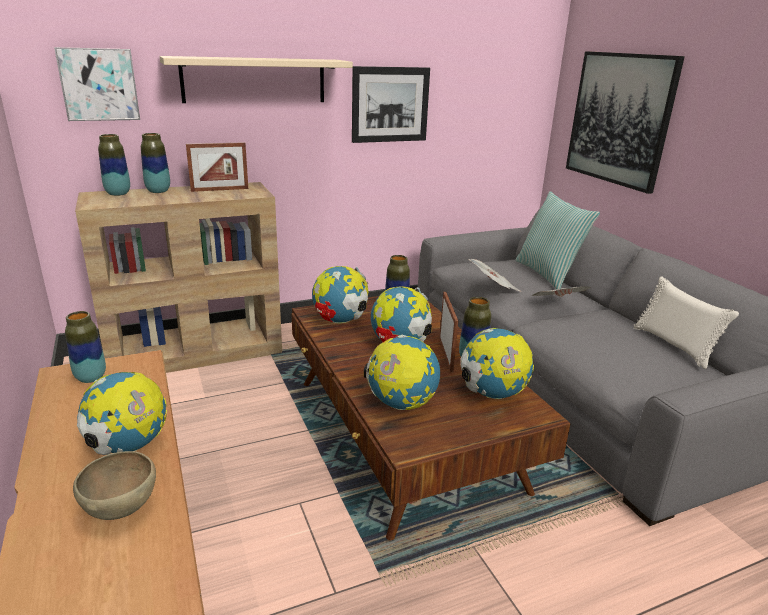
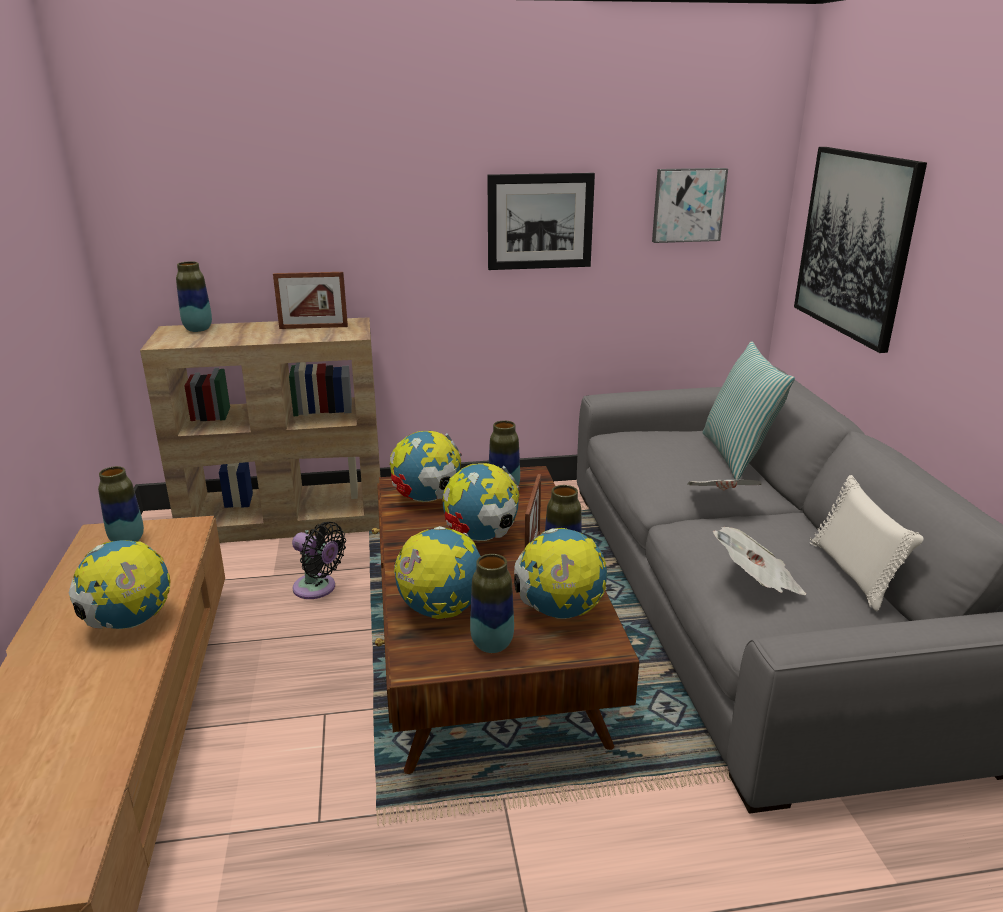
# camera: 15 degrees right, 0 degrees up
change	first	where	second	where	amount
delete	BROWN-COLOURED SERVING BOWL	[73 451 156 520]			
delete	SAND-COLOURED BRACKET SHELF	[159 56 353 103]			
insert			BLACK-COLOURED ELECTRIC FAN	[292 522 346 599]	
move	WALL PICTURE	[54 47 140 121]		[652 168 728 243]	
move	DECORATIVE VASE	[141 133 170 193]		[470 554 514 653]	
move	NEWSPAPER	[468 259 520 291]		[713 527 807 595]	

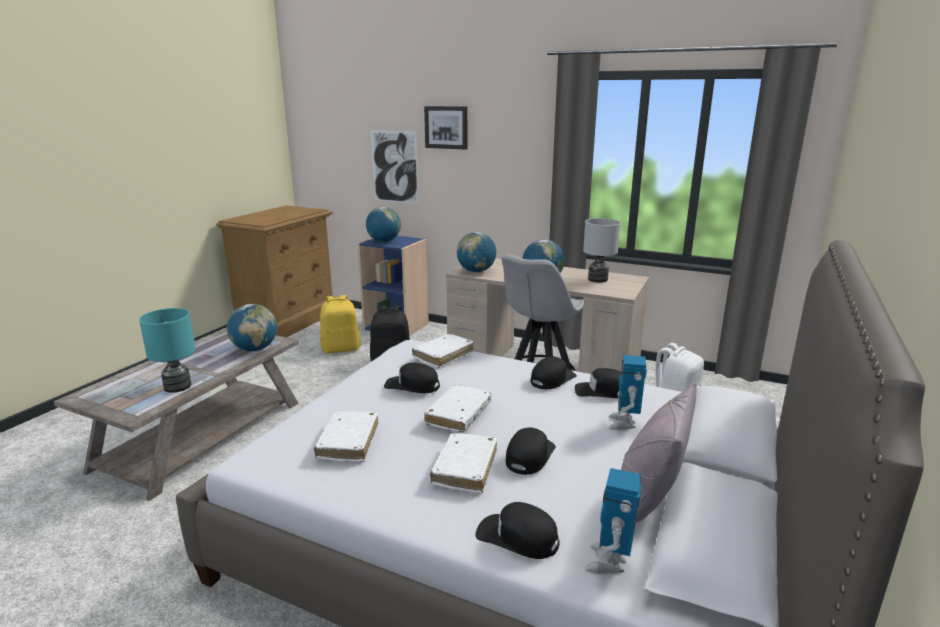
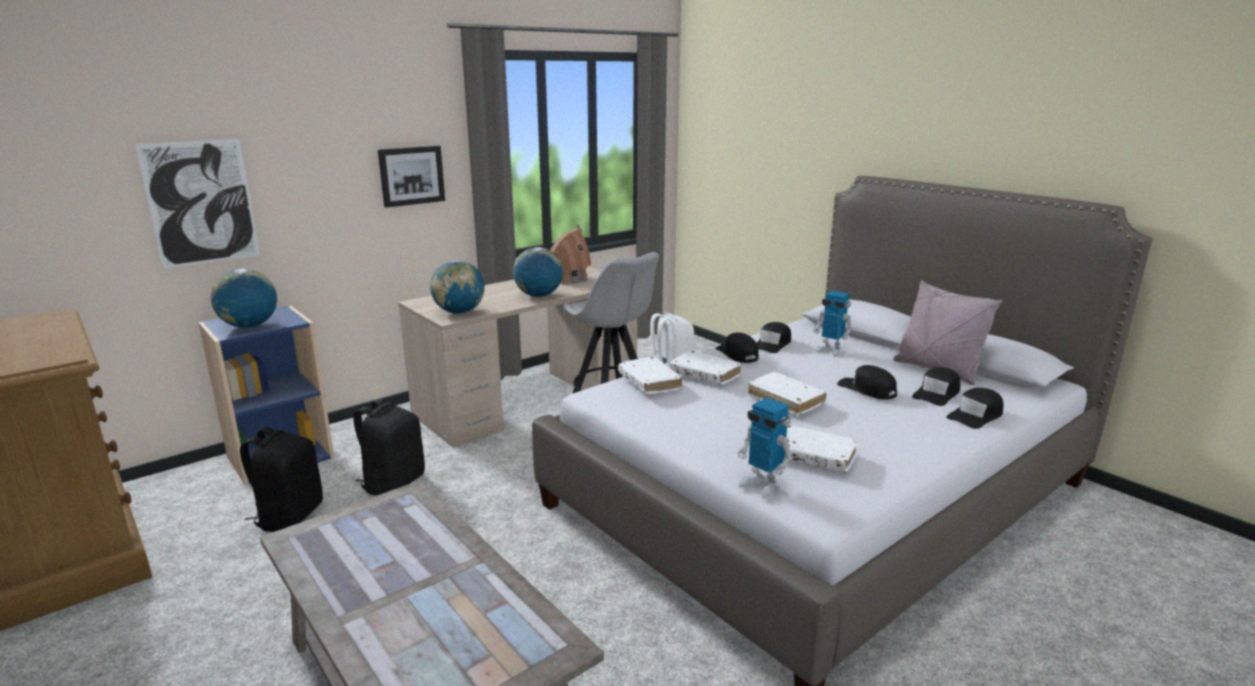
# camera: 65 degrees left, 0 degrees up
change	first	where	second	where	amount
delete	BLUE-GREEN TABLETOP LAMP	[139 308 196 393]			
delete	GLOBE	[227 304 277 351]			
move	BLACK-COLOURED BASEBALL CAP	[384 363 440 393]		[912 367 961 406]	
move	WALL PICTURE	[424 106 467 149]		[378 146 445 208]	
move	WHITE BOOK	[430 433 497 493]		[670 351 741 385]	
move	MODEL ROBOT	[585 468 641 574]		[738 397 792 499]	
replace	GRAY TABLETOP LAMP	[583 218 621 282]	MINIATURE HOUSE	[550 224 591 285]	
recolor	YELLOW RUCKSACK	[320 295 361 353]	BLACK-COLOURED RUCKSACK	[240 427 323 532]	

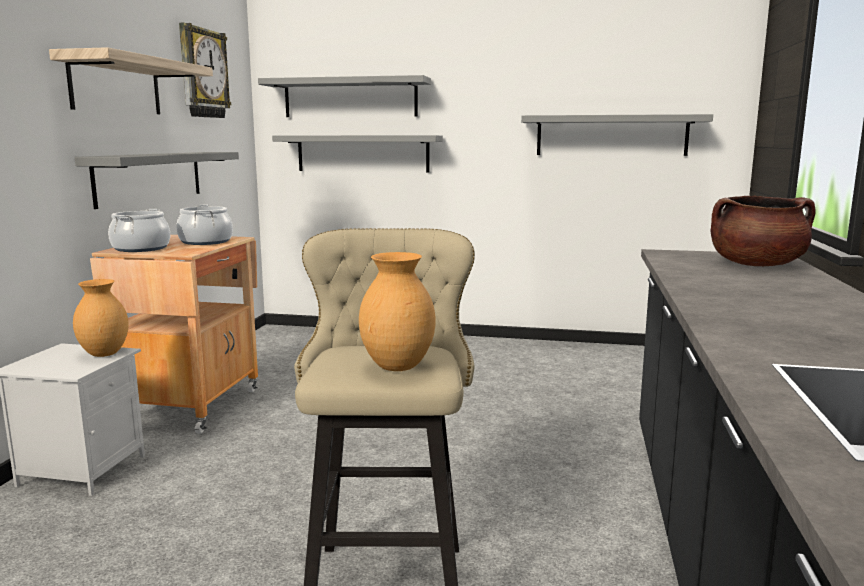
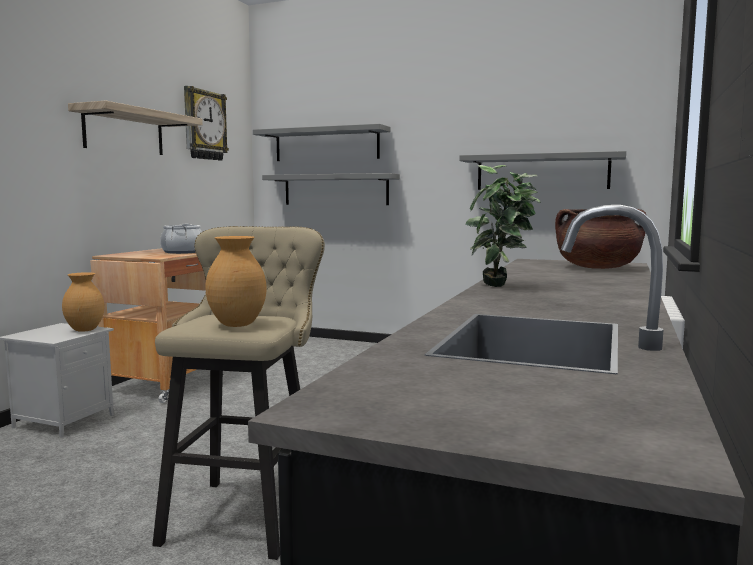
# camera: 10 degrees right, 5 degrees down
change	first	where	second	where	amount
delete	GRAY BRACKET SHELF	[75 152 239 209]			
delete	SAUCEPOT	[108 209 170 252]			
insert			POTTED PLANT	[465 165 541 287]	

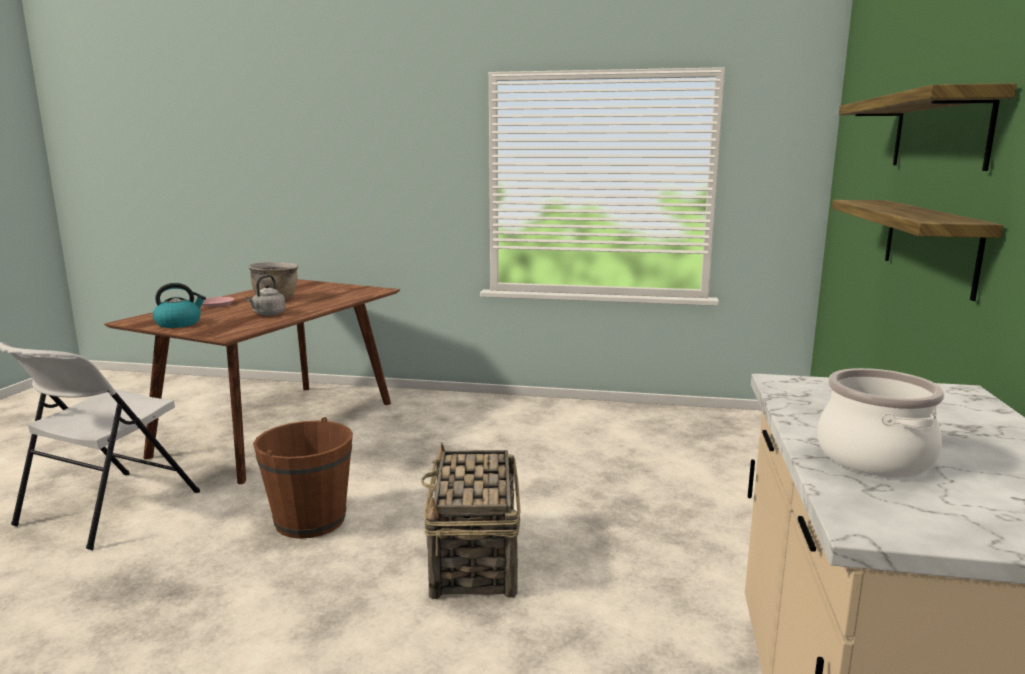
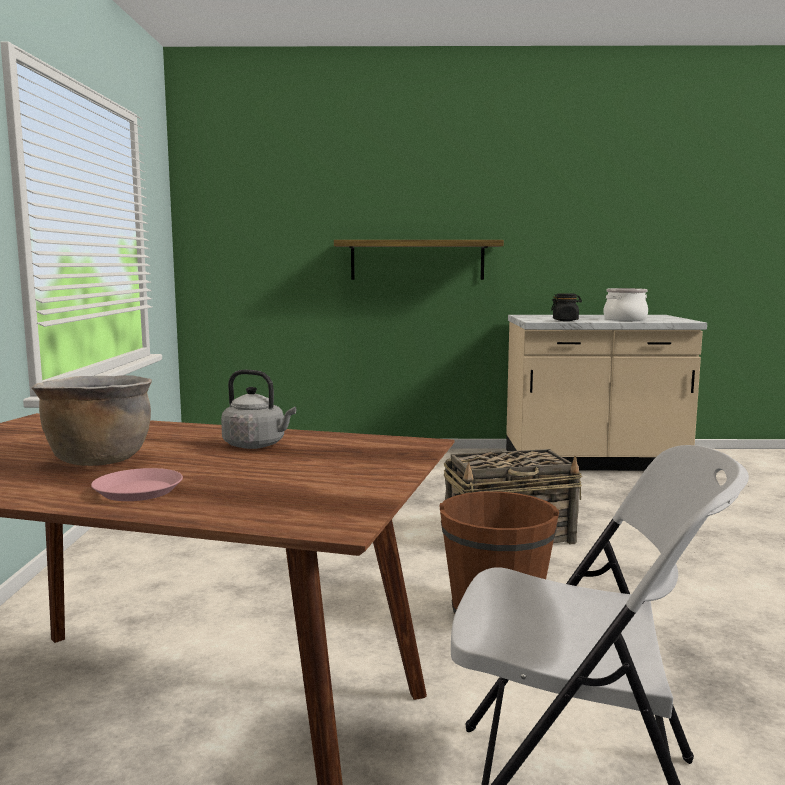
# camera: 100 degrees left, 5 degrees down
change	first	where	second	where	amount
delete	KETTLE	[152 283 206 328]			
delete	BRACKET SHELF	[839 83 1017 171]			
insert			BLACK-COLOURED PRESERVE JAR	[551 293 582 321]	

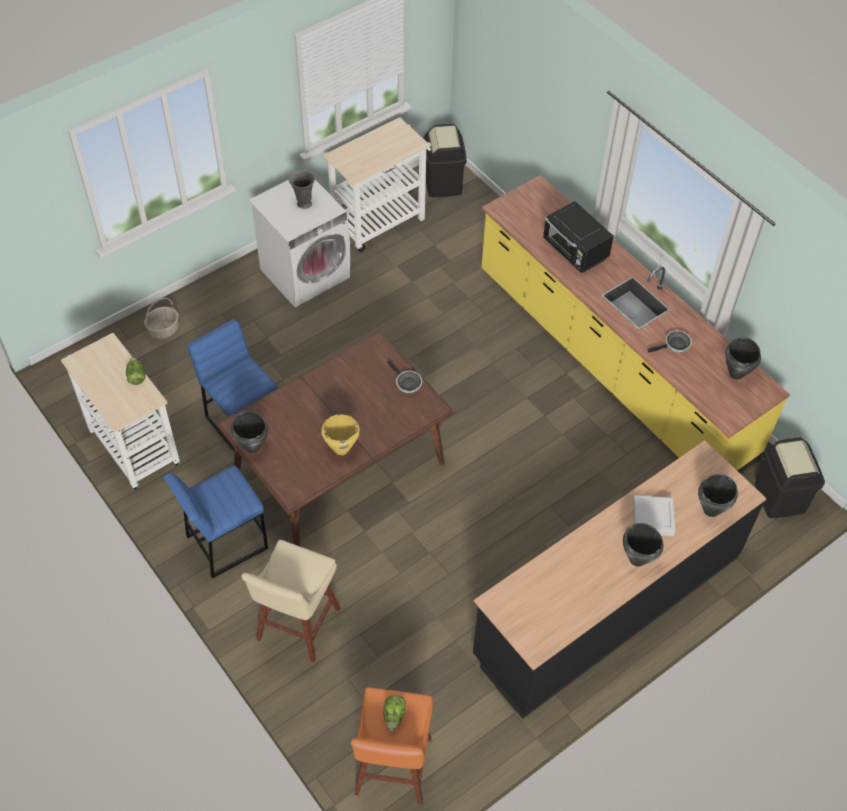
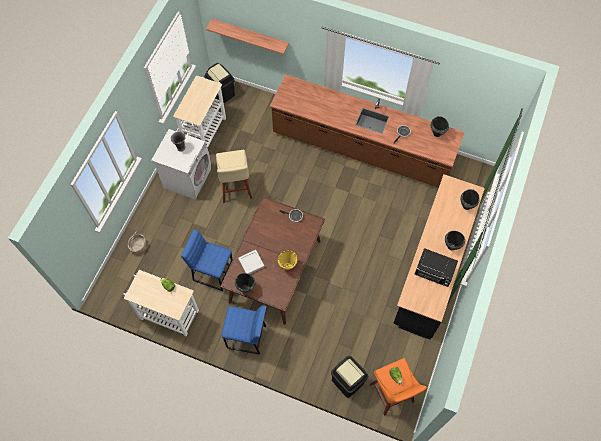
# camera: 30 degrees left, 10 degrees up
change	first	where	second	where	amount
insert			BRACKET SHELF	[206 19 289 55]	
move	SAND-COLOURED SITTING STOOL	[241 540 340 662]		[216 150 252 203]	
move	BLACK-COLOURED MICROWAVE OVEN	[543 201 614 273]		[414 248 458 287]	
move	GRAY TRAY	[633 495 675 536]		[238 250 265 274]	
move	BLACK-COLOURED WASTE BIN	[755 438 825 518]		[331 356 368 398]	
recolor	YELLOW KITCHEN BASE UNIT	[481 175 790 473]	BROWN-COLOURED KITCHEN BASE UNIT	[270 74 465 188]	
rotate	BLUE-COLOURED CHAIR	[163 465 268 579]		[222 305 266 355]	105 degrees counterclockwise

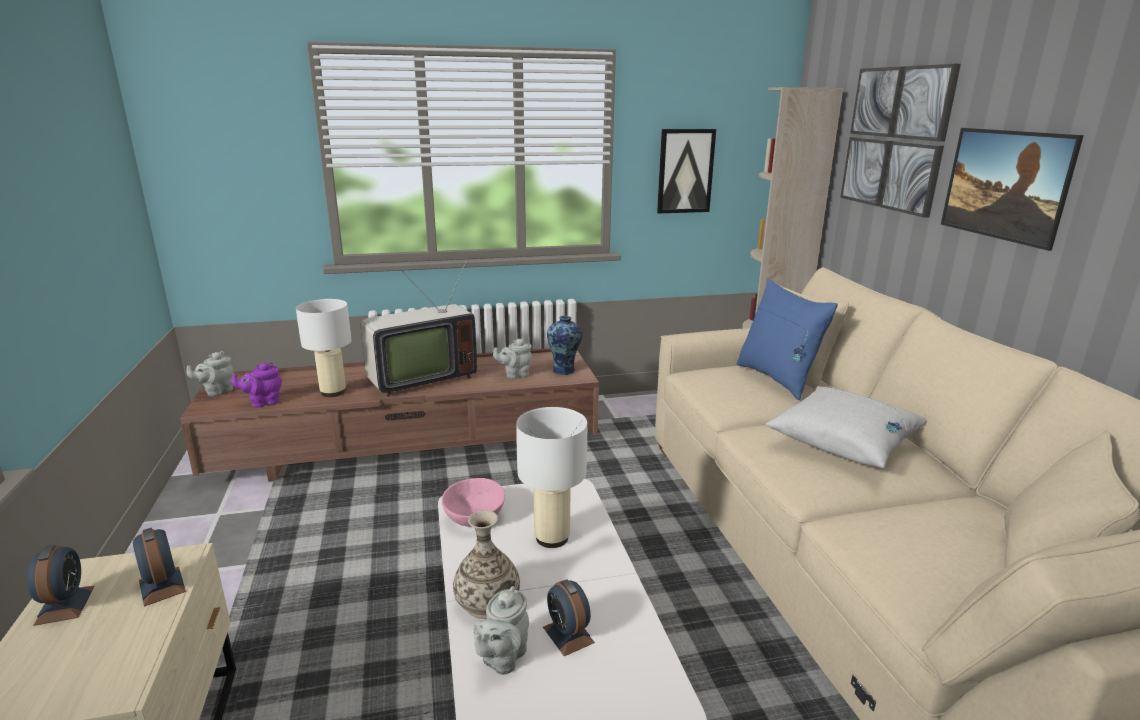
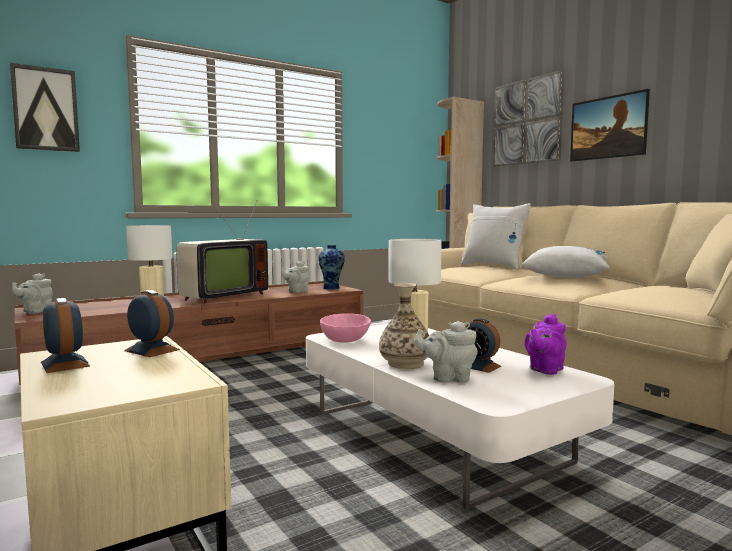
# camera: 20 degrees left, 15 degrees down
change	first	where	second	where	amount
move	PURPLE TEA POT	[231 362 282 408]		[525 314 567 375]	
move	WALL PICTURE	[657 129 716 213]		[10 63 80 152]	
recolor	BLUE-COLOURED THROW PILLOW	[737 279 838 400]	GRAY THROW PILLOW	[461 203 531 270]	
rotate	GRAY TEA POT	[473 586 529 675]		[414 321 478 383]	90 degrees clockwise

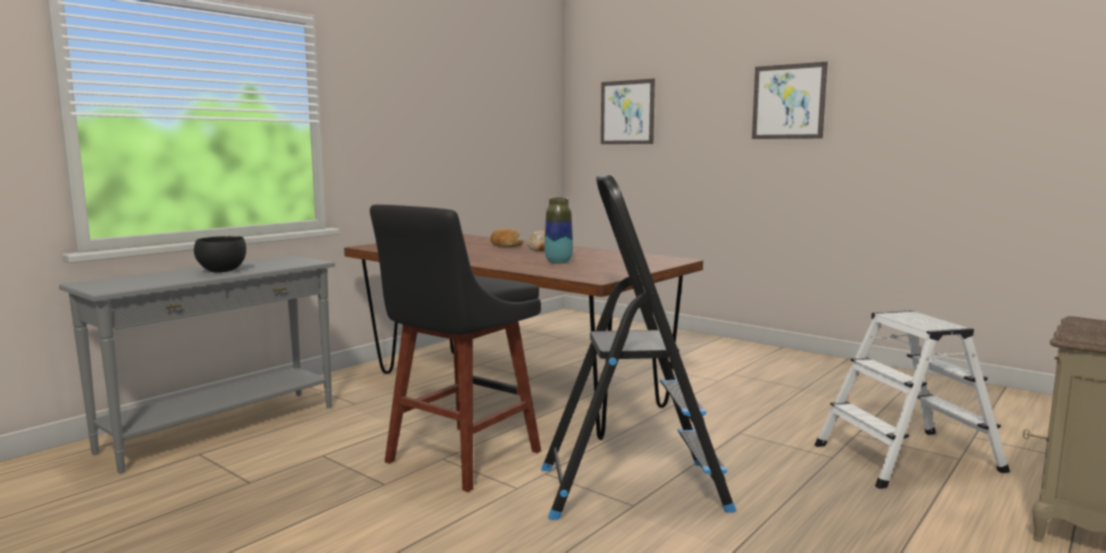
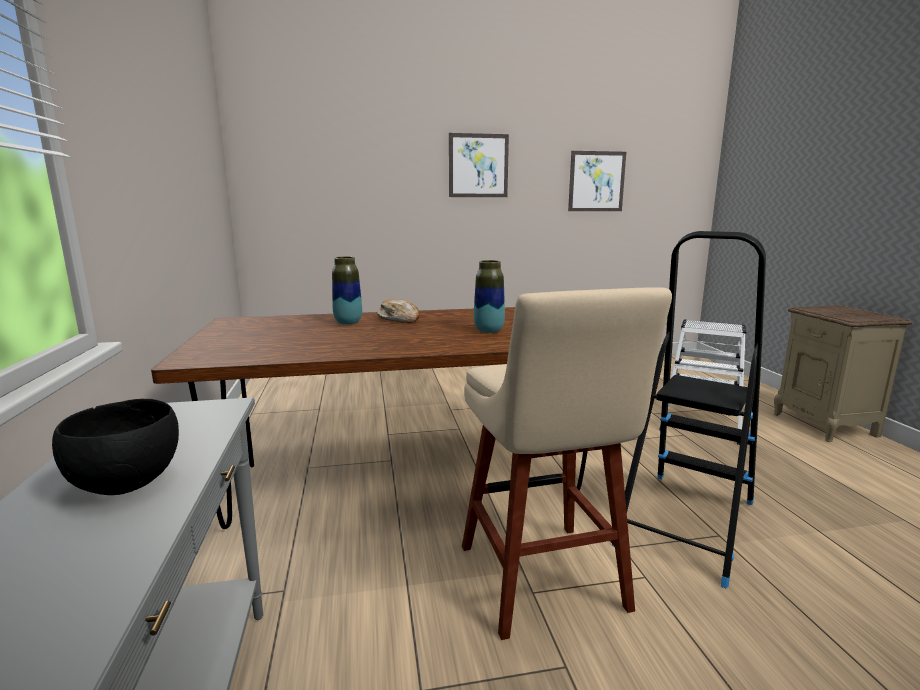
# camera: 50 degrees left, 5 degrees up
change	first	where	second	where	amount
move	WALL PICTURE	[601 79 655 144]		[568 151 626 211]	
replace	BAKED BREAD	[490 228 523 247]	DECORATIVE VASE	[332 257 362 325]	
recolor	BLACK-COLOURED SITTING STOOL	[370 205 541 492]	SAND-COLOURED SITTING STOOL	[462 288 672 640]	

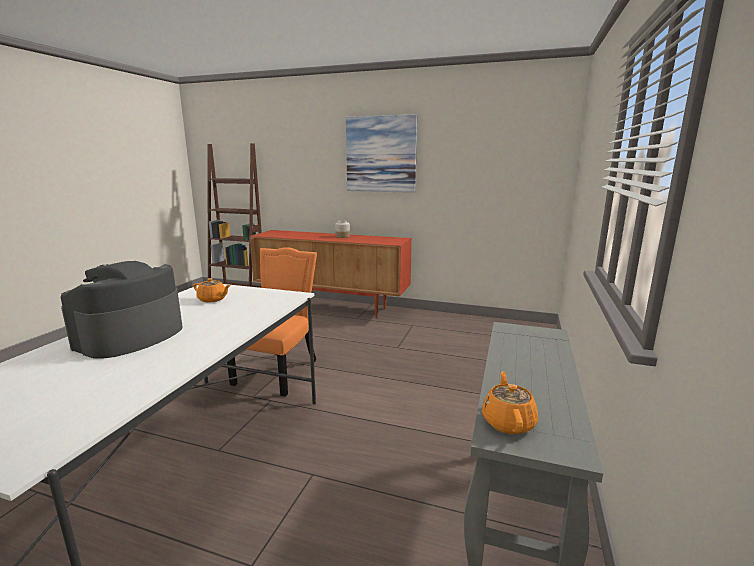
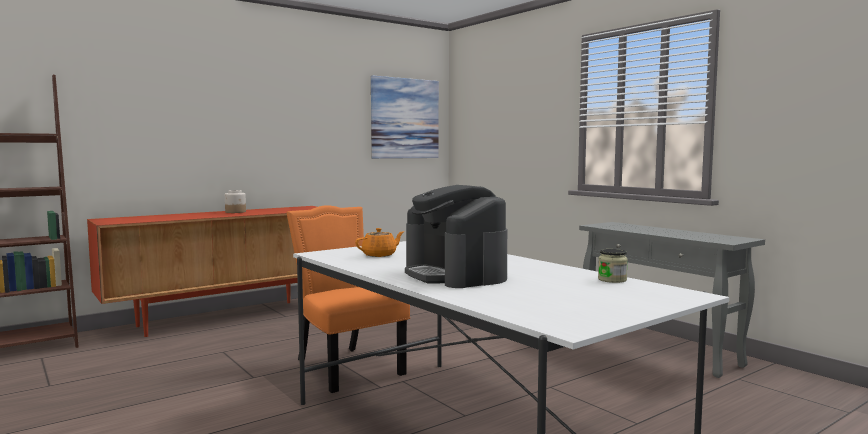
# camera: 55 degrees left, 10 degrees down
change	first	where	second	where	amount
delete	ORANGE-COLOURED TEA POT	[482 371 538 435]			
insert			PRESERVE JAR	[598 249 628 283]	
move	WALL PICTURE	[346 114 417 193]		[371 75 439 159]	

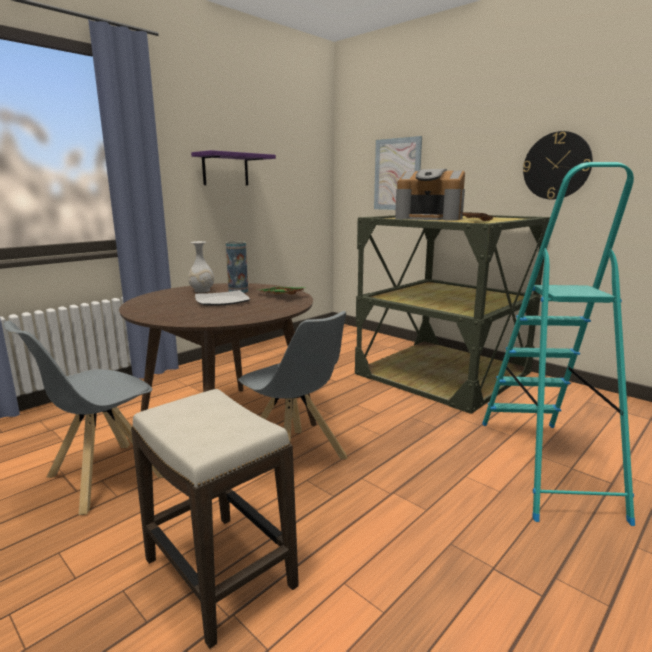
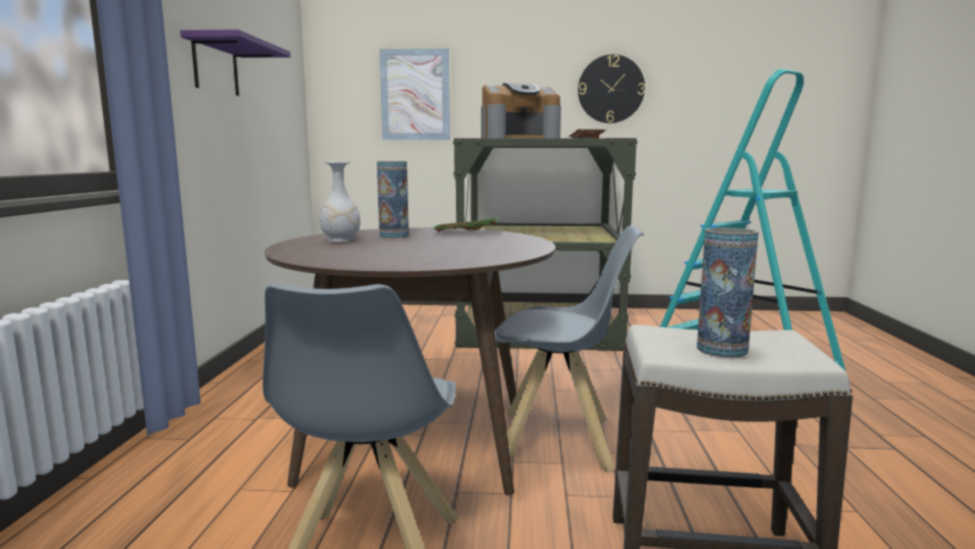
# camera: 40 degrees left, 5 degrees down
change	first	where	second	where	amount
delete	DINNER PLATE	[195 290 250 306]			
insert			DECORATIVE VASE	[697 228 758 358]	

